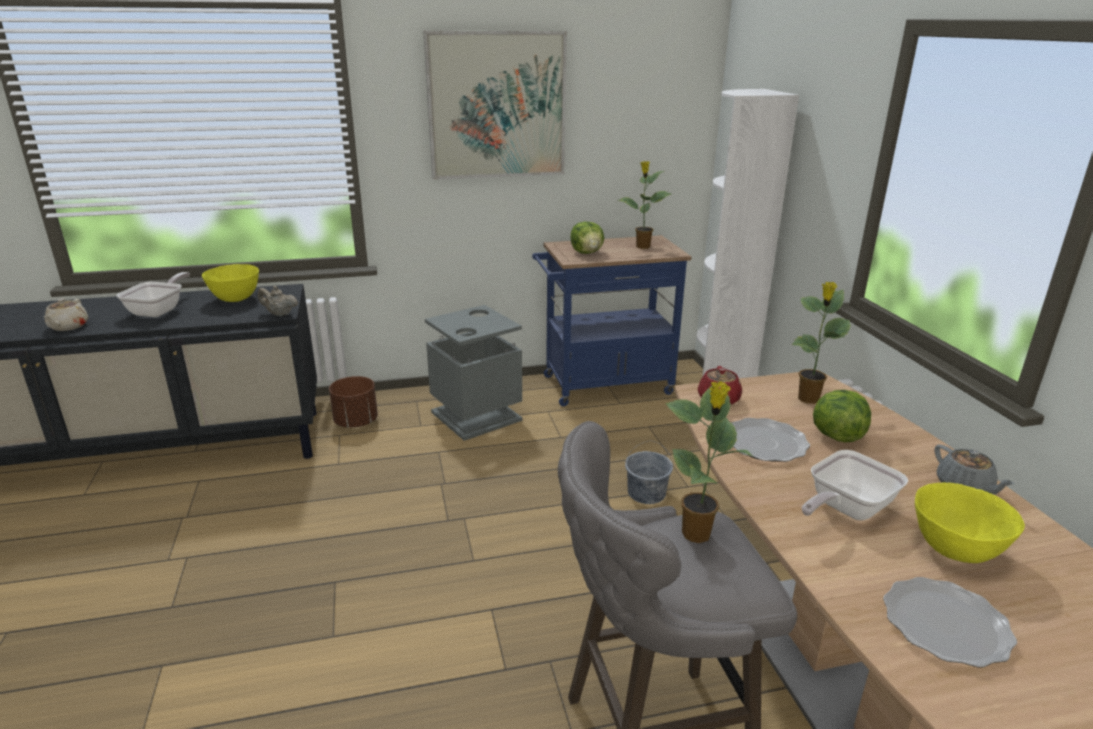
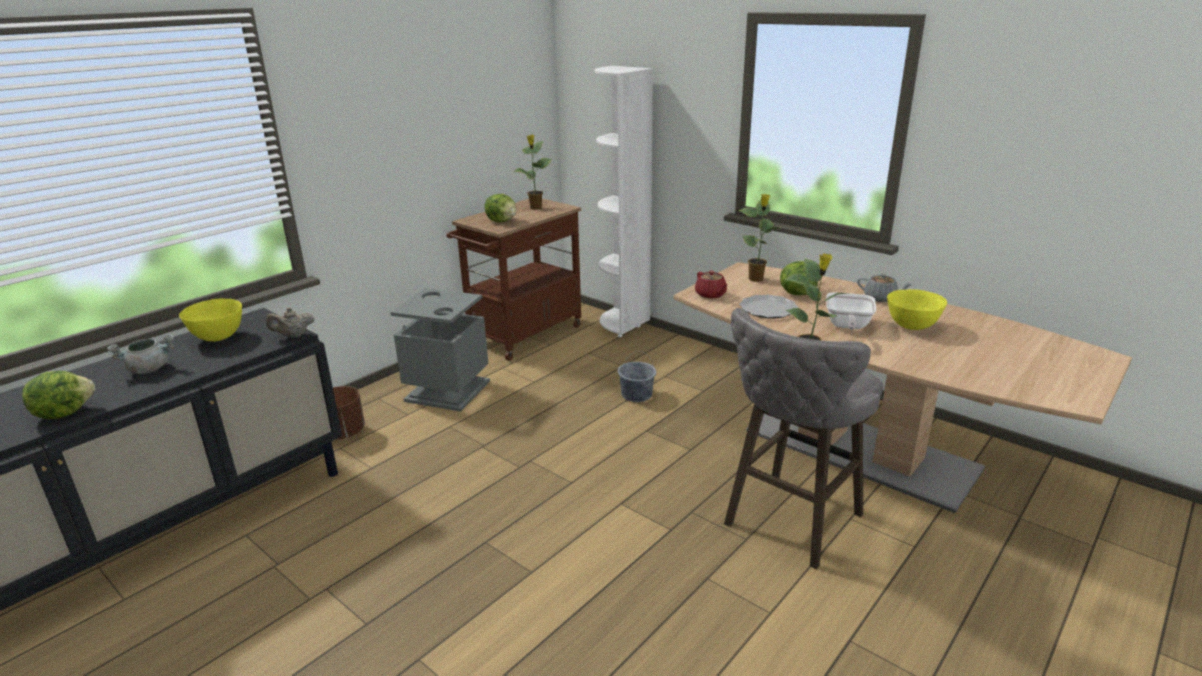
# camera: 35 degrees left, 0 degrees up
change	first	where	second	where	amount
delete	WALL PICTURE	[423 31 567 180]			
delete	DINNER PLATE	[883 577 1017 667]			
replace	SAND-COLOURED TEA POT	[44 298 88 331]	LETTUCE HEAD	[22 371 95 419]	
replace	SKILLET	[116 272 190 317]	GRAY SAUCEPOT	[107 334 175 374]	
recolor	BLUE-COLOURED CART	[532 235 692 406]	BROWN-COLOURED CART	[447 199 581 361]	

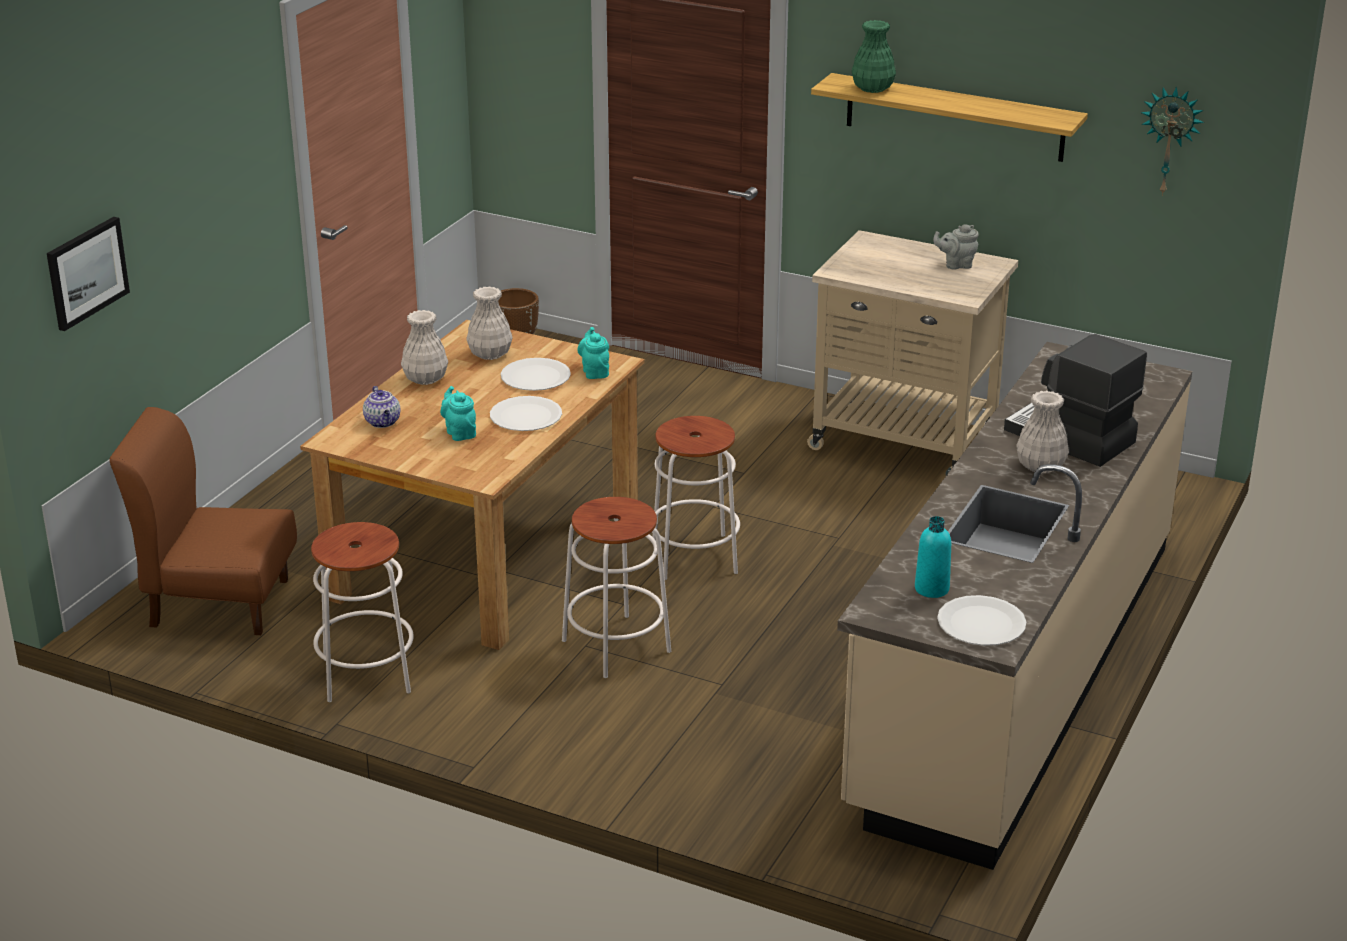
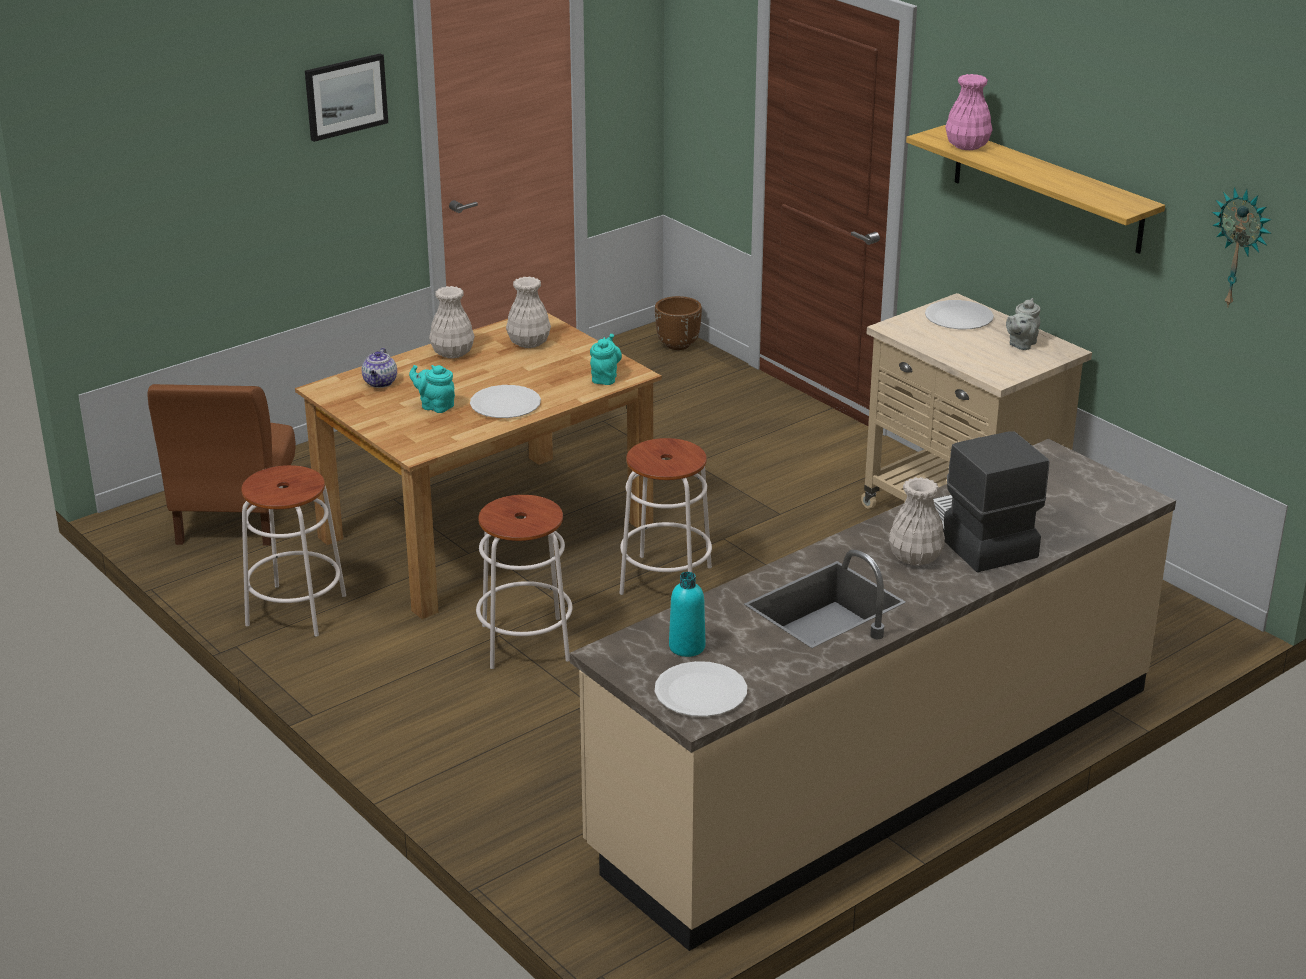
# camera: 25 degrees right, 0 degrees up
change	first	where	second	where	amount
move	WALL PICTURE	[47 217 130 331]		[305 53 388 142]	
move	WHITE DINNER PLATE	[501 358 571 391]		[925 300 994 329]	
recolor	GREENISH DECORATIVE VASE	[852 20 896 93]	PINK-COLOURED DECORATIVE VASE	[945 74 992 150]	
rotate	BROWN-COLOURED CHAIR	[110 407 297 635]		[147 384 296 546]	120 degrees counterclockwise
rotate	BLUE-GREEN TEA POT	[440 386 476 441]		[409 365 455 413]	60 degrees counterclockwise
rotate	GRAY TEA POT	[933 224 979 270]		[1006 298 1041 350]	75 degrees counterclockwise

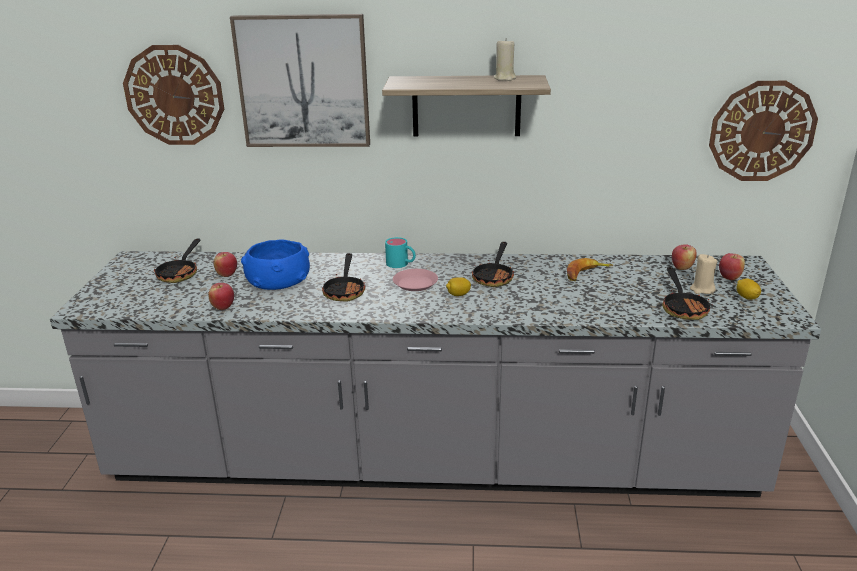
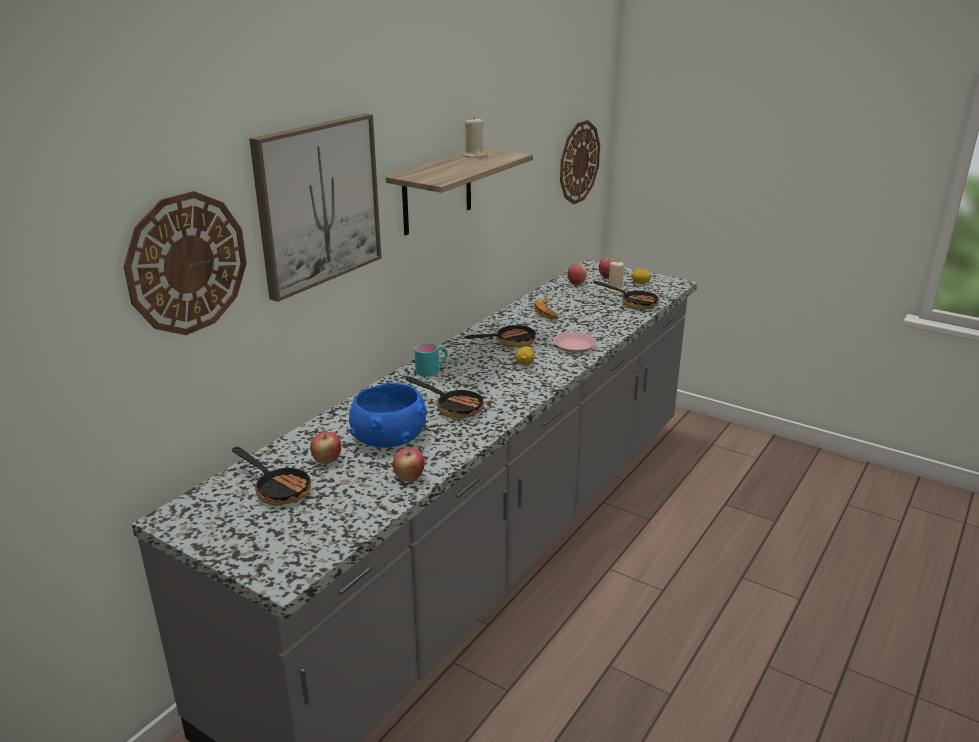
# camera: 60 degrees left, 0 degrees up
change	first	where	second	where	amount
move	PINK-COLOURED DINNER PLATE	[393 269 438 291]		[553 332 596 353]	
rotate	SKILLET	[472 242 514 287]		[465 321 536 348]	75 degrees counterclockwise

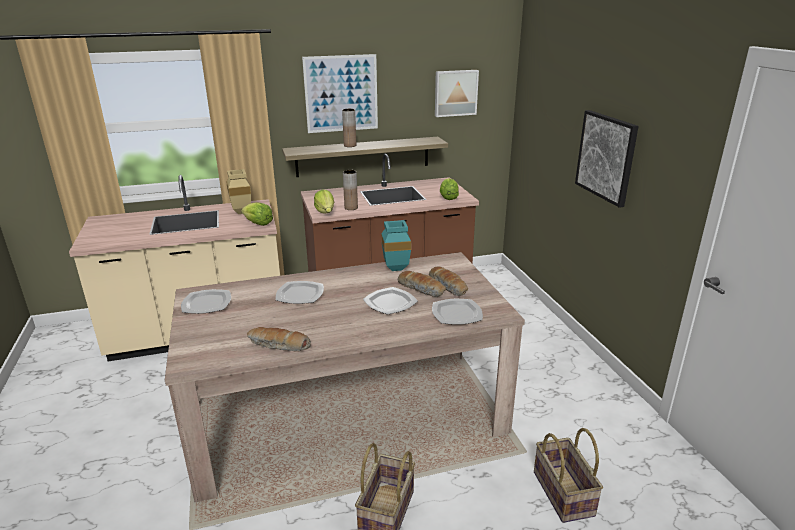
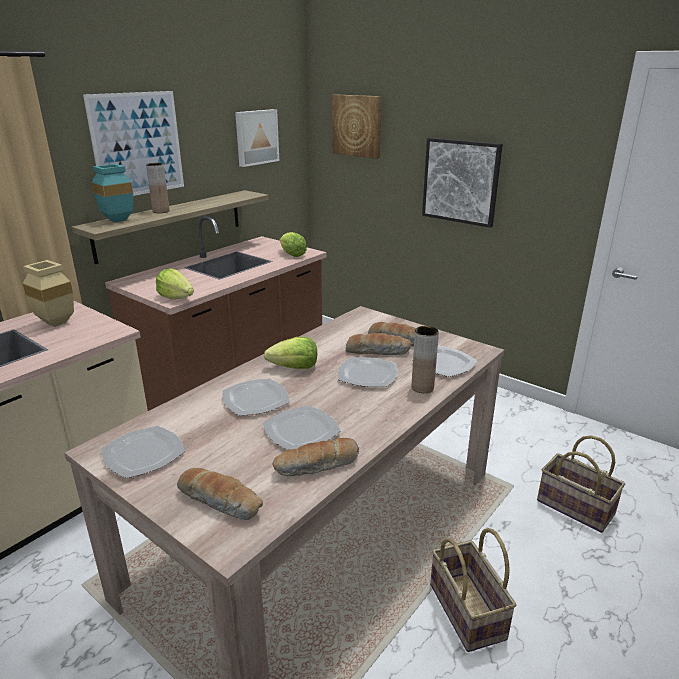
# camera: 35 degrees left, 0 degrees up
change	first	where	second	where	amount
insert			BAKED BREAD	[177 468 263 520]	
insert			DINNER PLATE	[263 406 341 450]	
insert			WALL PICTURE	[332 94 381 159]	
move	LETTUCE HEAD	[241 202 273 226]		[264 337 317 369]	
move	BROWN-COLOURED DECORATIVE VASE	[343 170 358 210]		[412 326 439 393]	
move	BLUE-GREEN DECORATIVE VASE	[381 220 411 271]		[92 164 133 223]	

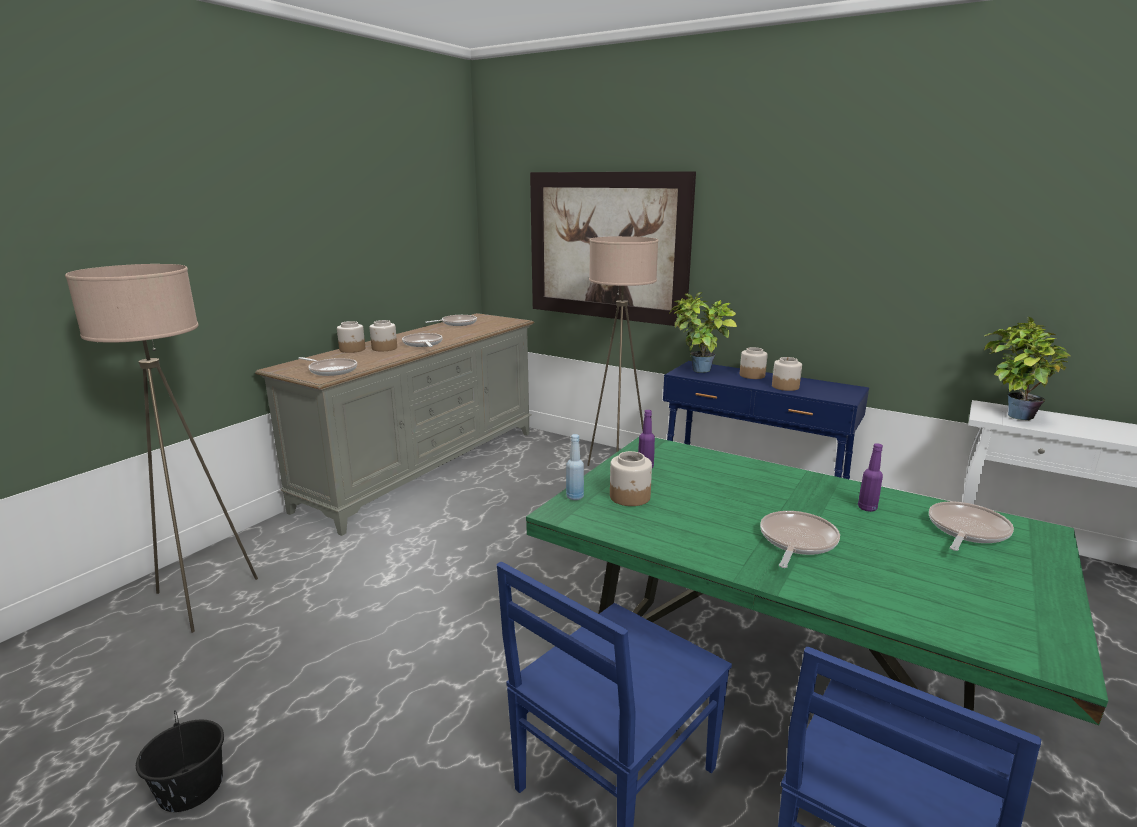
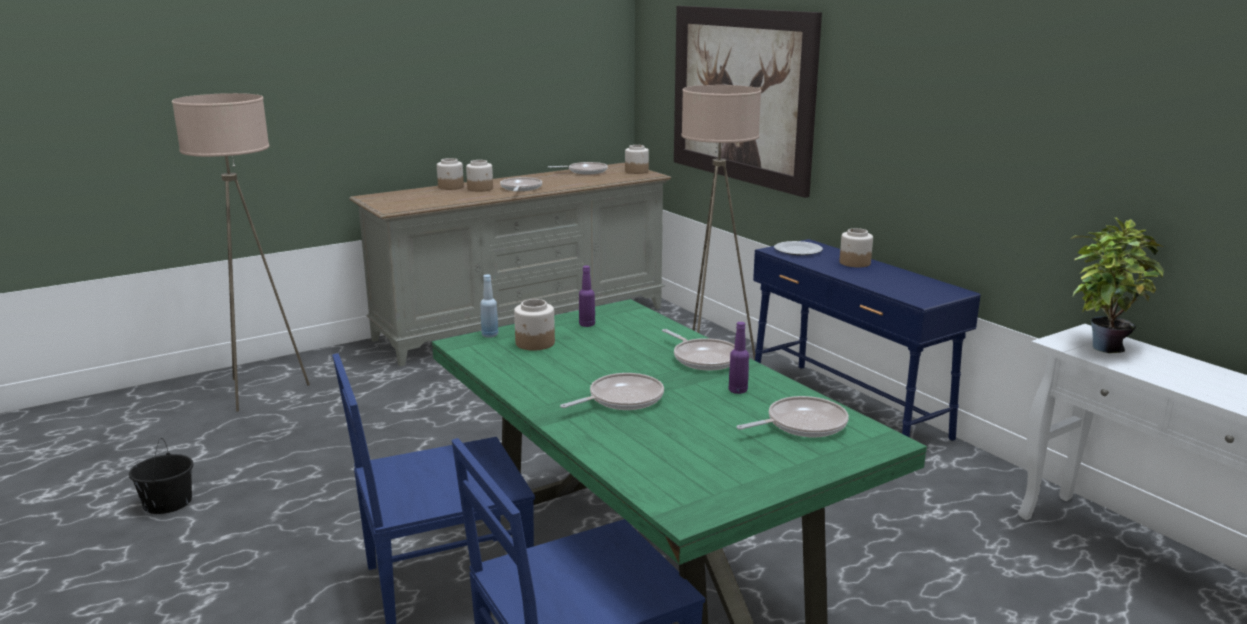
# camera: 25 degrees right, 0 degrees up
change	first	where	second	where	amount
move	SKILLET	[298 357 357 376]		[662 329 735 370]	
move	PRESERVE JAR	[772 357 802 391]		[625 145 649 174]	
replace	POTTED PLANT	[670 292 737 373]	DINNER PLATE	[774 241 823 255]	

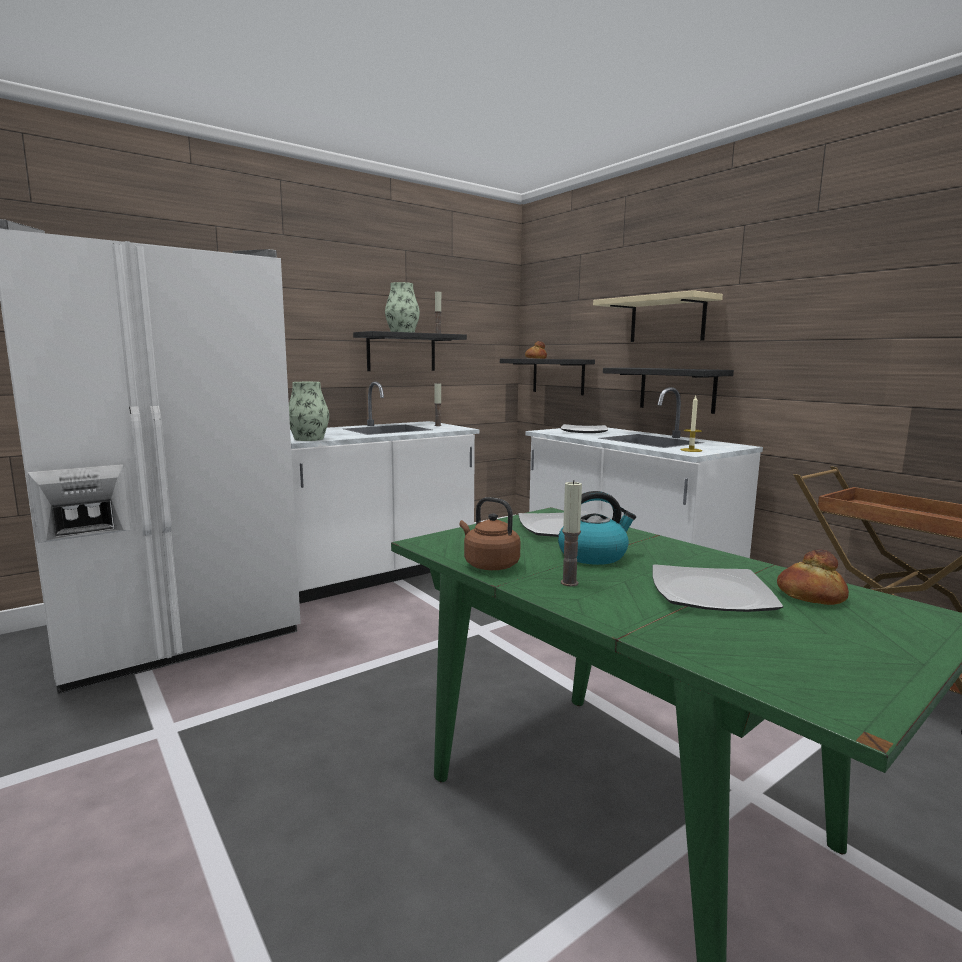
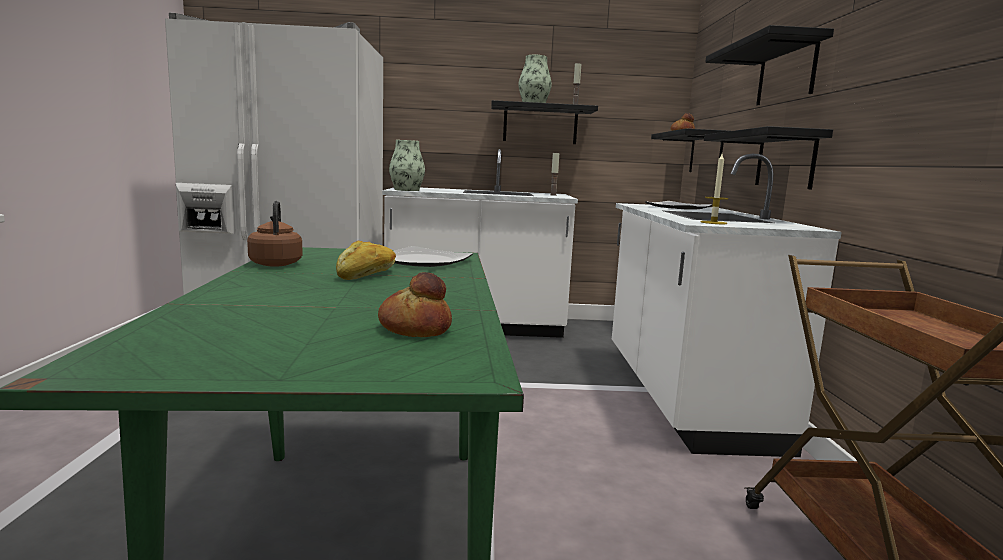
# camera: 35 degrees right, 0 degrees up
change	first	where	second	where	amount
delete	WAX LIGHT	[561 480 582 586]			
delete	DINNER PLATE	[653 564 783 612]			
replace	KETTLE	[558 491 636 565]	BAKED BREAD	[336 241 396 280]	
recolor	SAND-COLOURED BRACKET SHELF	[593 290 723 342]	BLACK-COLOURED BRACKET SHELF	[705 25 834 105]	

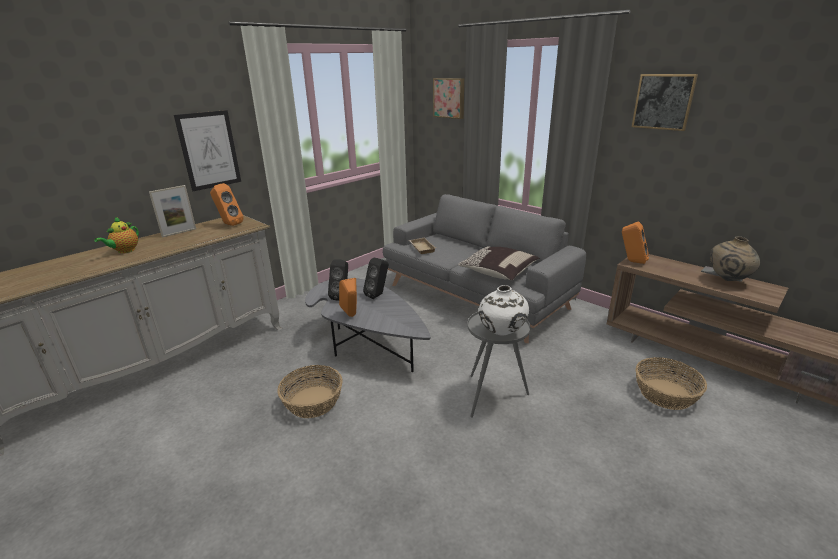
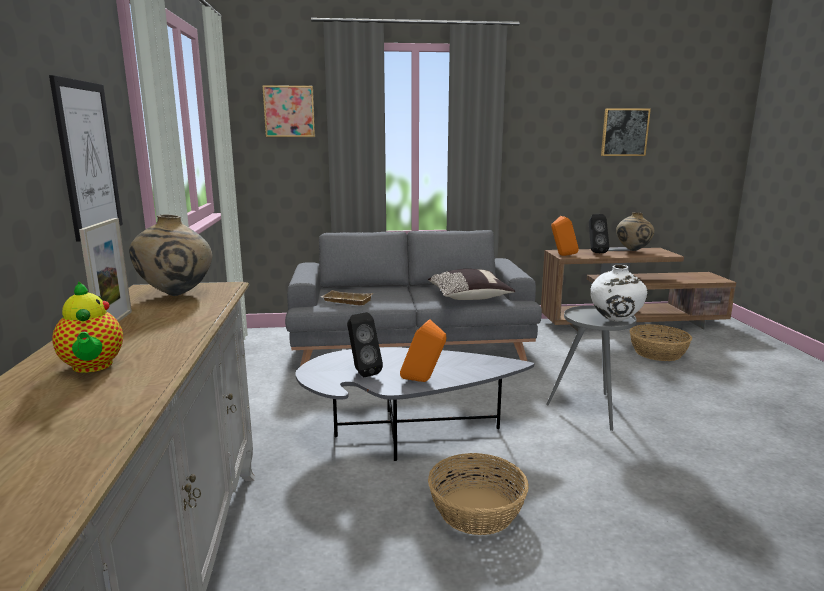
# camera: 50 degrees left, 10 degrees down
change	first	where	second	where	amount
move	BLACK-COLOURED AUDIO SPEAKER	[363 257 389 299]		[589 214 609 253]	
move	WALL PICTURE	[632 74 698 131]		[601 108 651 156]	
replace	ORANGE-COLOURED AUDIO SPEAKER	[210 183 243 226]	SAND-COLOURED DECORATIVE VASE	[129 214 212 296]	

